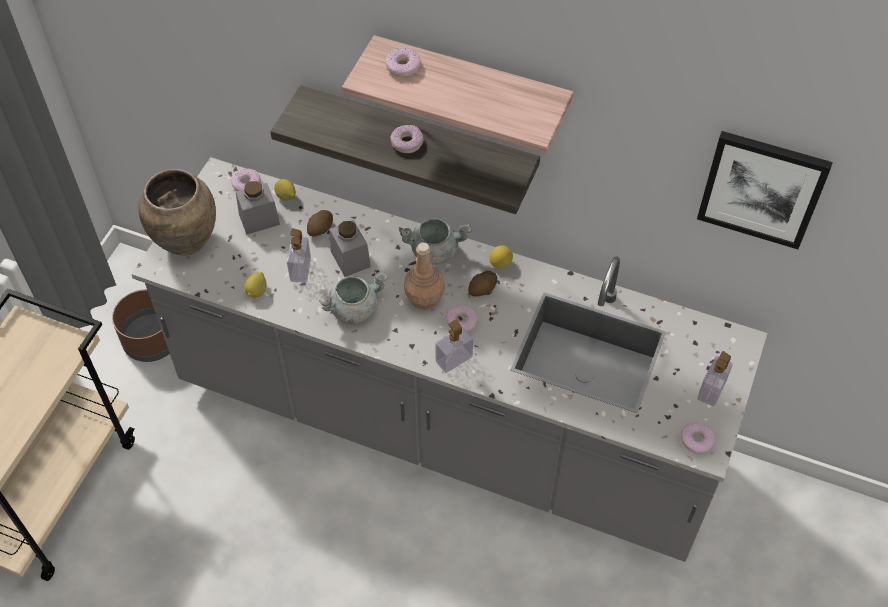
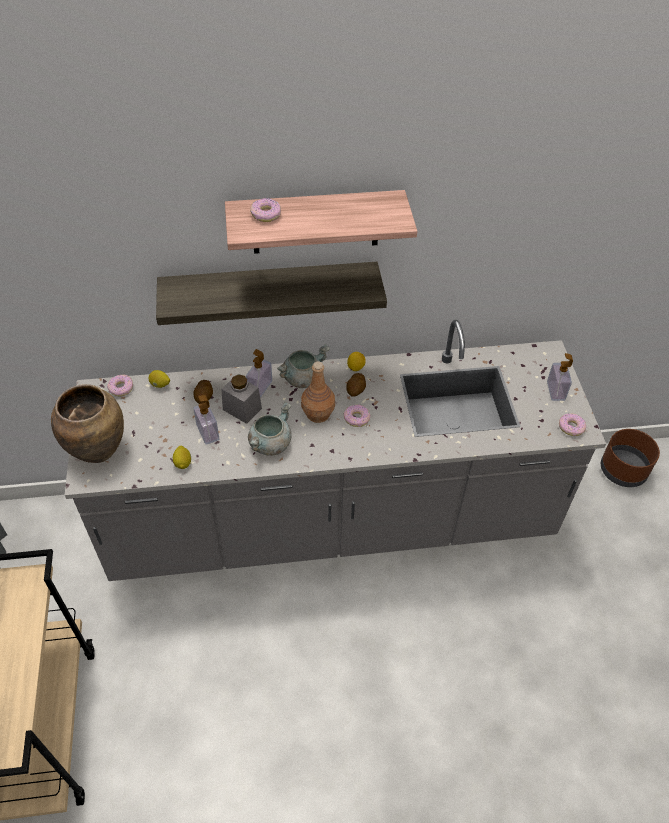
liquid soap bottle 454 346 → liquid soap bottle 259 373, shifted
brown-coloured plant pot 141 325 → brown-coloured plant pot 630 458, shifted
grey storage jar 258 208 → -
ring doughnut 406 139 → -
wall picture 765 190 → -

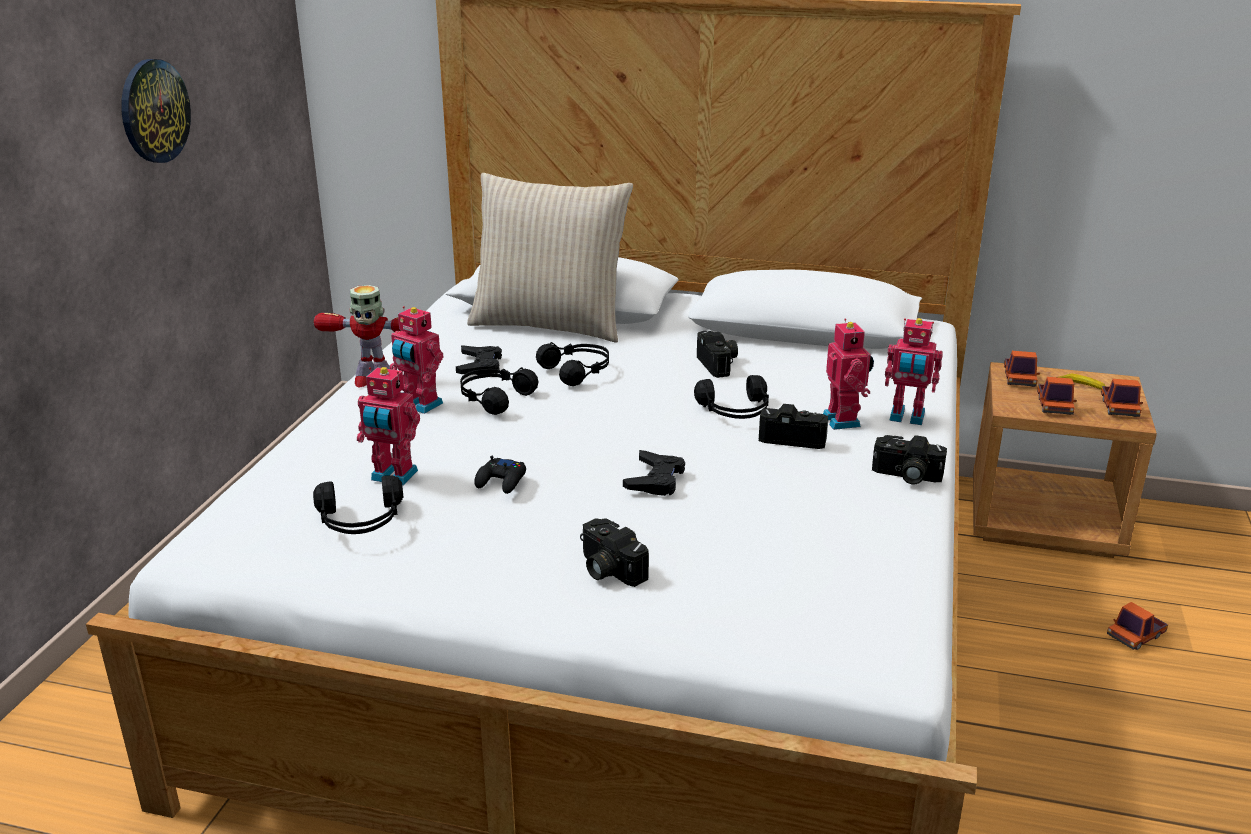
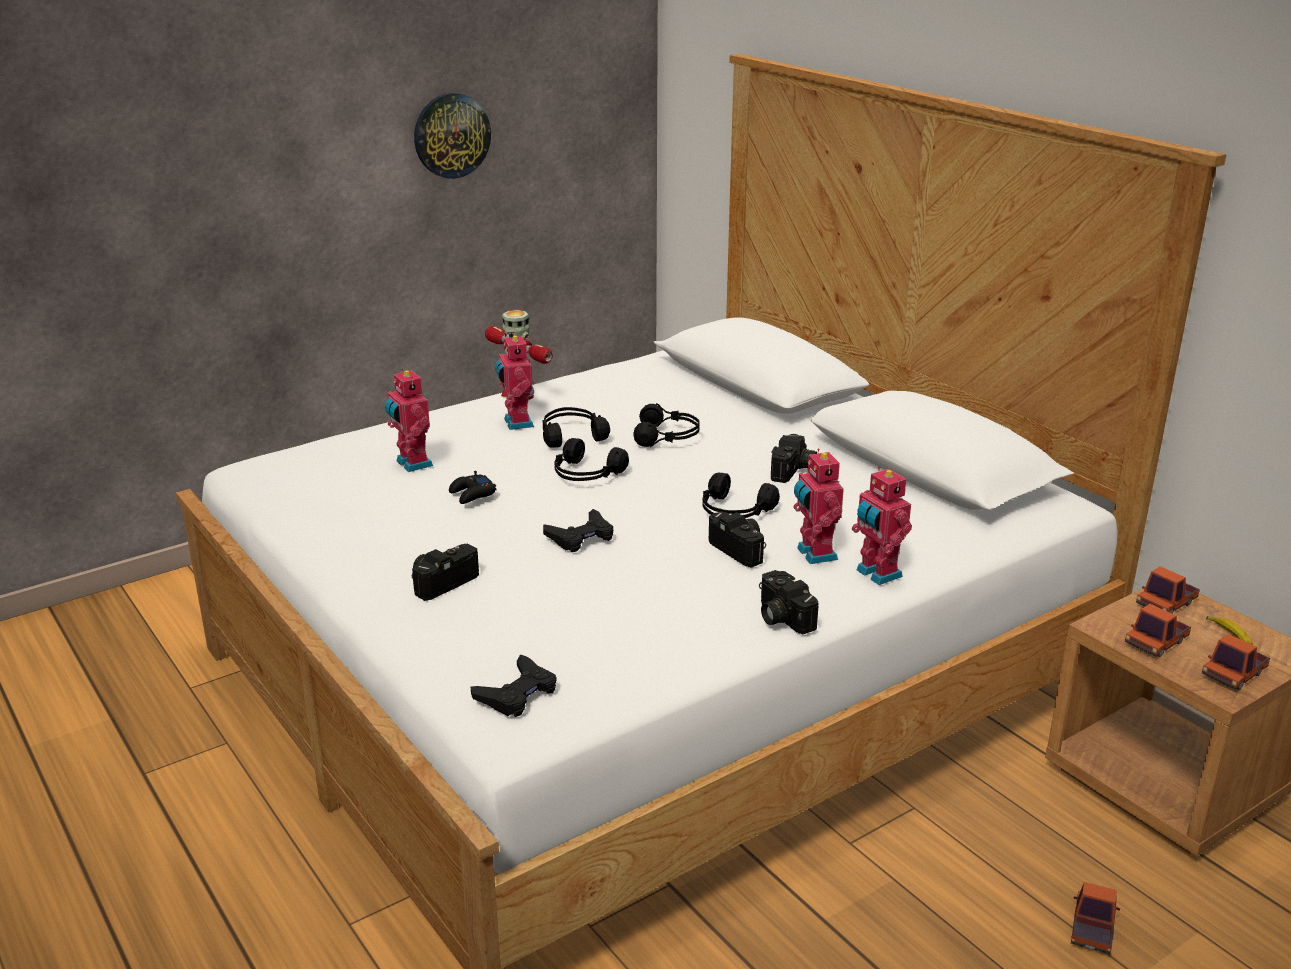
photo camera 614 552 → photo camera 445 572, 45 degrees clockwise
blackish game controller 479 360 → blackish game controller 513 685, shifted
blackish pair of headphones 358 504 → blackish pair of headphones 591 459, shifted
toy robot 848 374 → toy robot 819 506, 135 degrees clockwise
toy lorry 1137 626 → toy lorry 1095 918, 105 degrees clockwise
sand-coloured throw pillow 550 257 → -

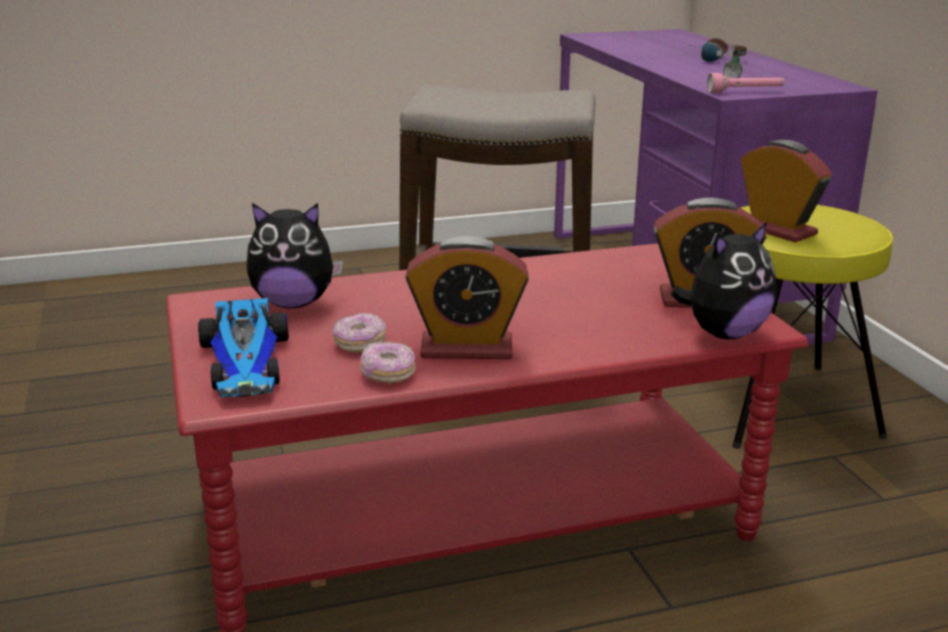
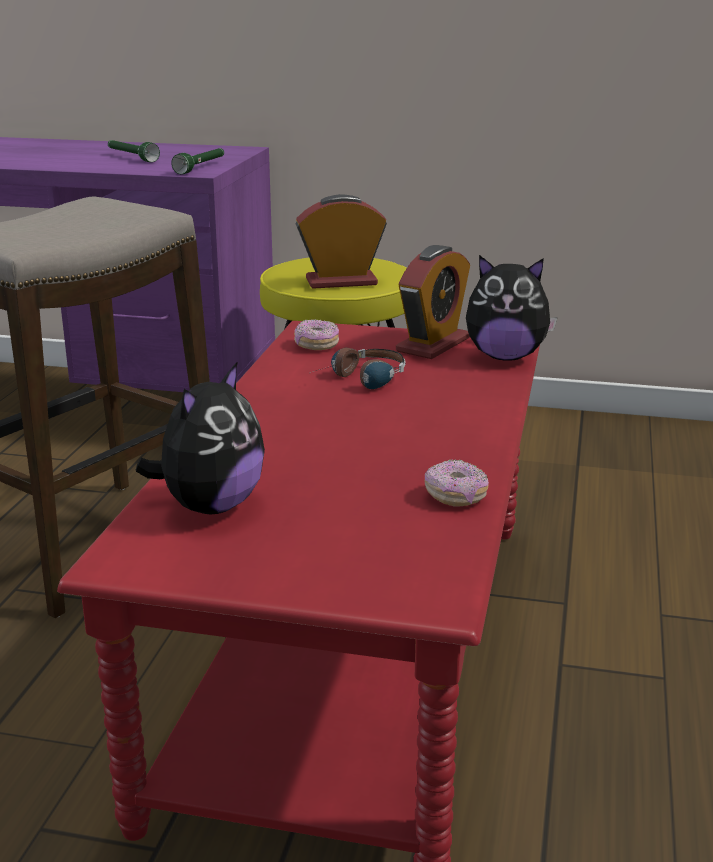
pink-coloured flashlight 746 82 → greenish flashlight 197 161
ring doughnut 359 333 → ring doughnut 316 334, shifted
pair of headphones 715 50 → pair of headphones 358 368, shifted
cuddly toy 723 280 → cuddly toy 511 308, 105 degrees clockwise
miniature car 243 347 → -
alarm clock 467 297 → -

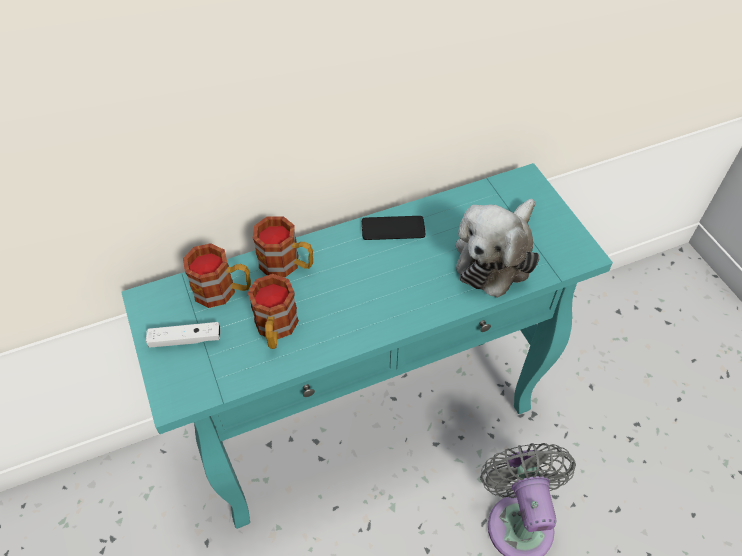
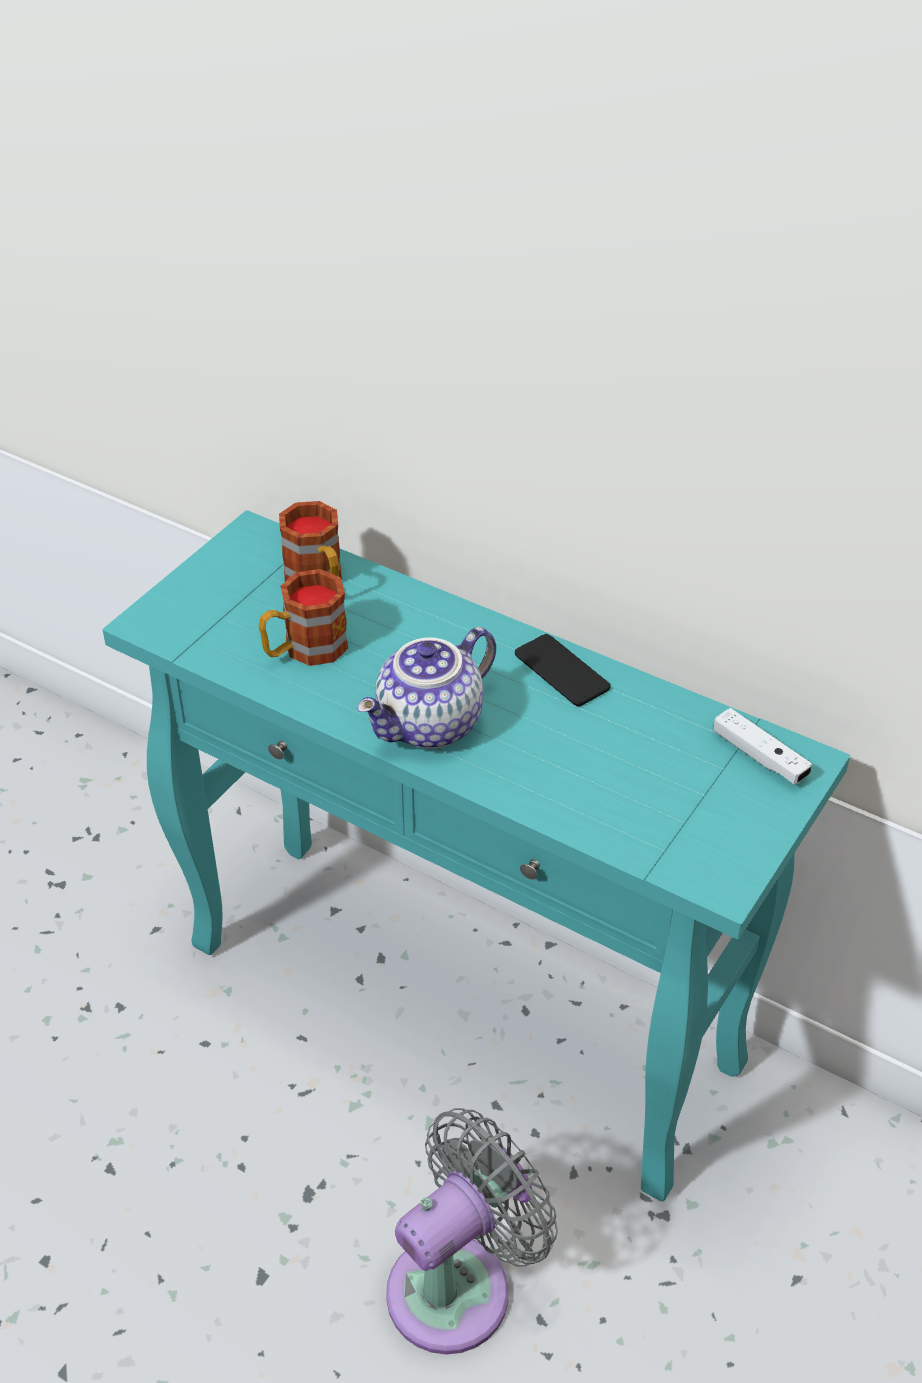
- → teapot 426 688
white-coloured game controller 183 335 → white-coloured game controller 762 746, shifted
coffee mug 283 246 → -
cuddly toy 497 248 → -

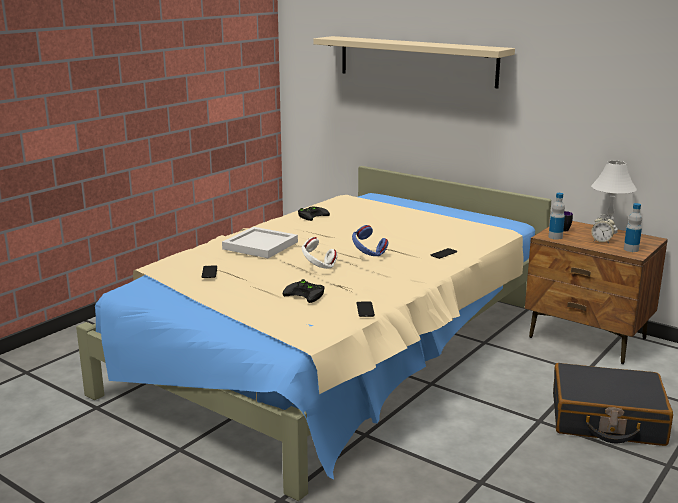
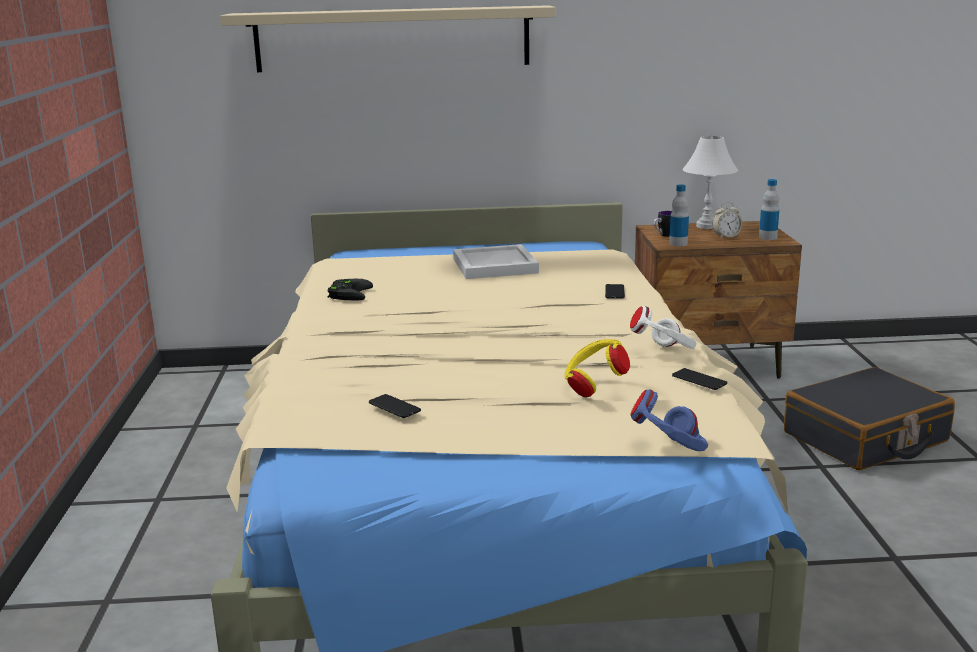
white-coloured carrying tray 260 242 → white-coloured carrying tray 496 261, shifted
blackish game controller 304 291 → yellowish pair of headphones 597 368
white-coloured pair of headphones 320 253 → white-coloured pair of headphones 663 327, shifted
blue pair of headphones 370 240 → blue pair of headphones 669 420, shifted

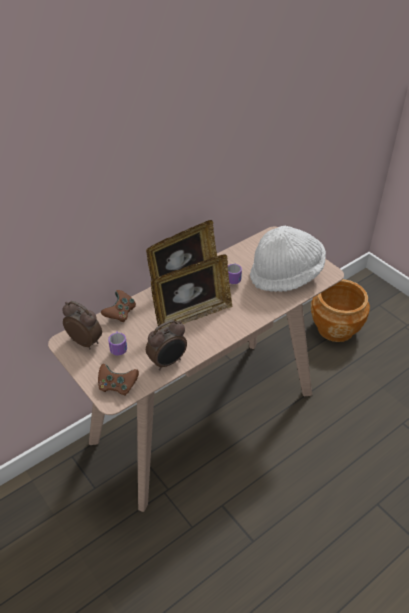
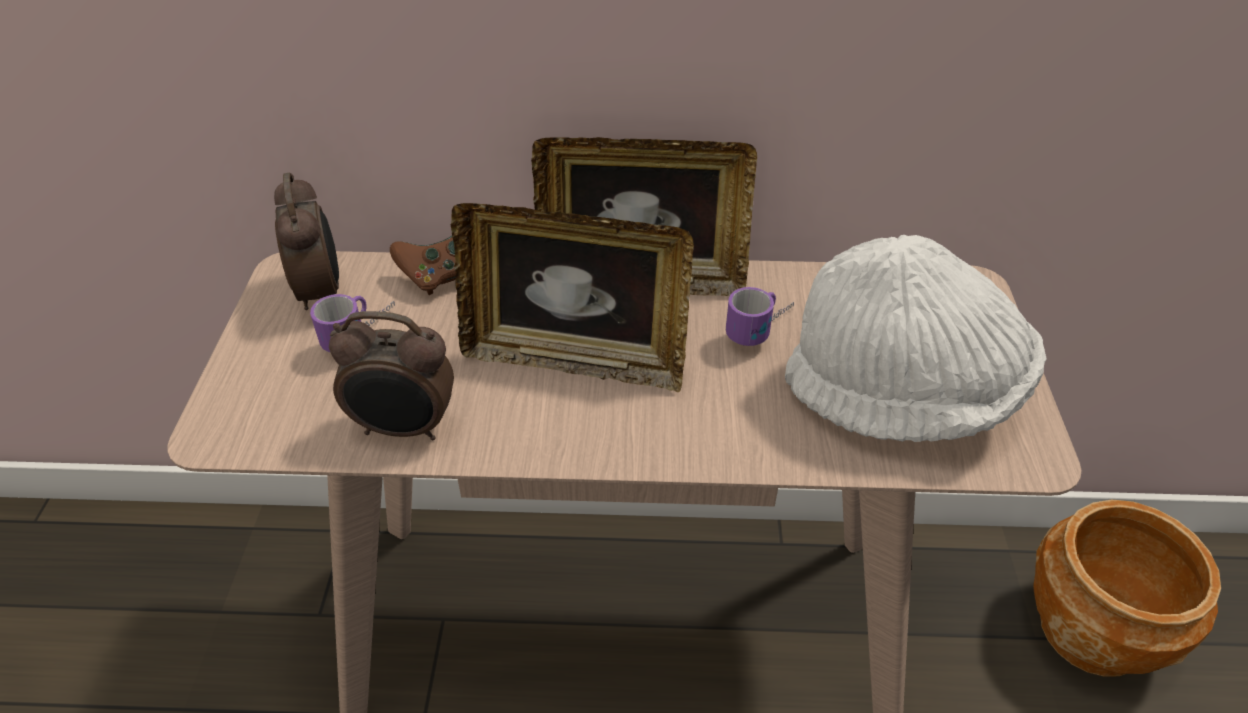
brown-coloured game controller 118 380 → -

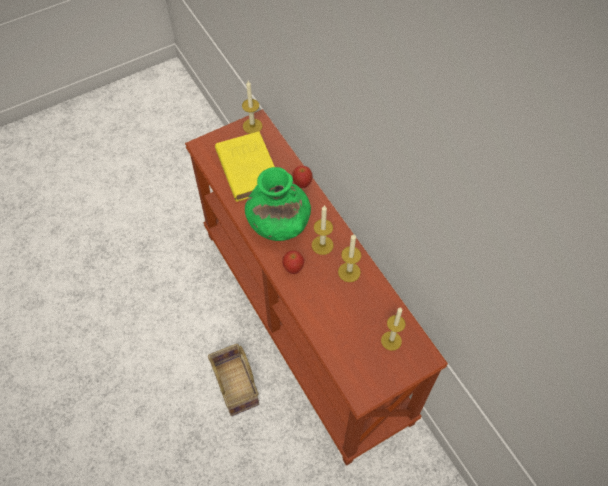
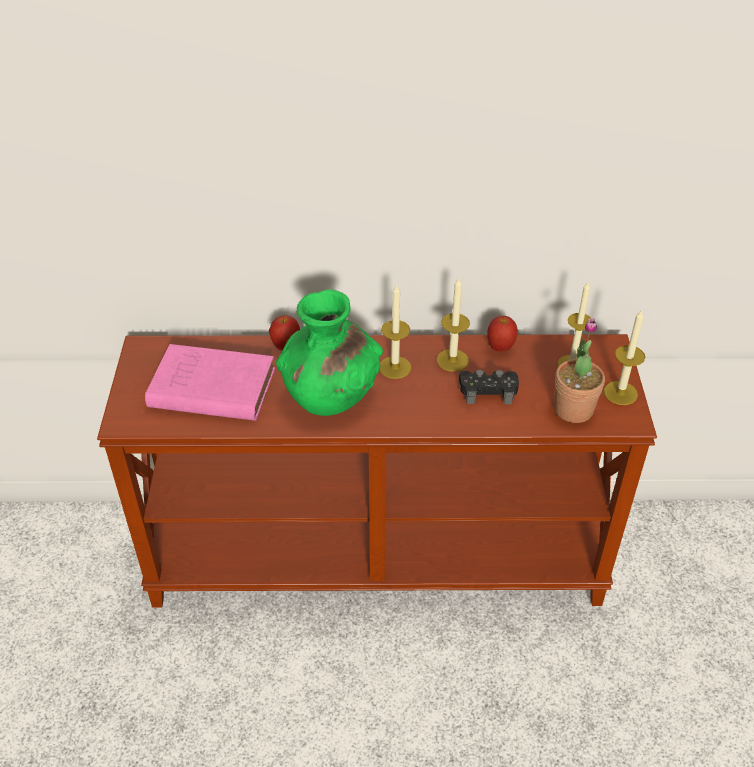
yellowish volume 245 166 → pink-coloured volume 210 382
- → blackish game controller 489 386
apple 293 262 → apple 502 334, shifted
- → potted plant 579 370
candle 252 107 → candle 624 357, shifted
storage basket 233 380 → -

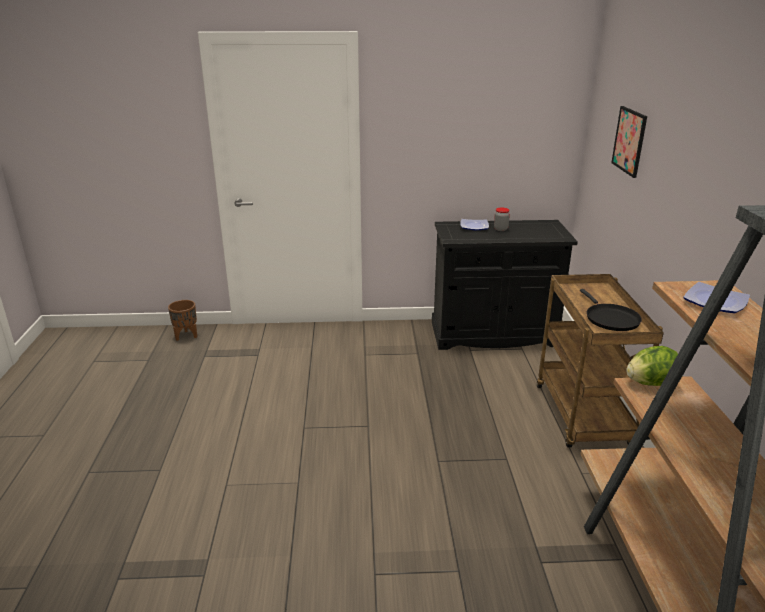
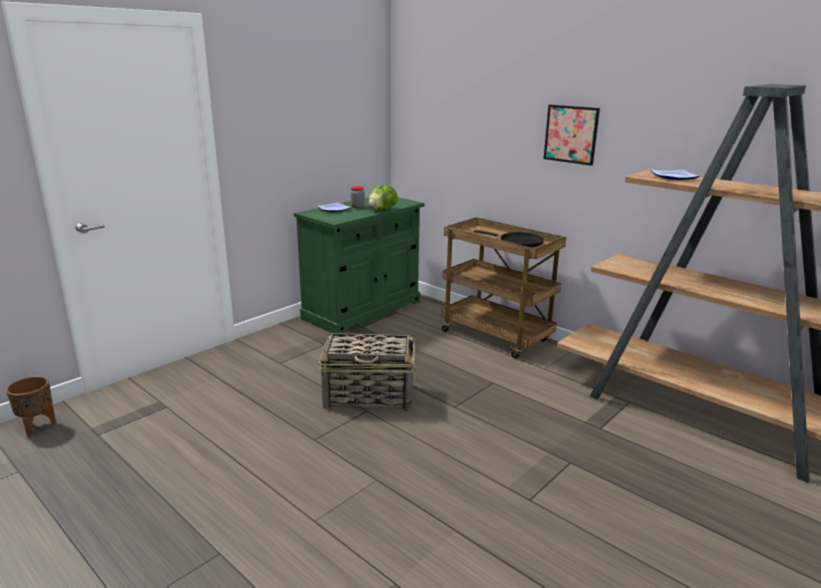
blackish cupboard 505 285 → greenish cupboard 359 265
- → storage basket 367 372
head of lettuce 652 366 → head of lettuce 383 197, shifted
wall picture 629 142 → wall picture 572 135, shifted

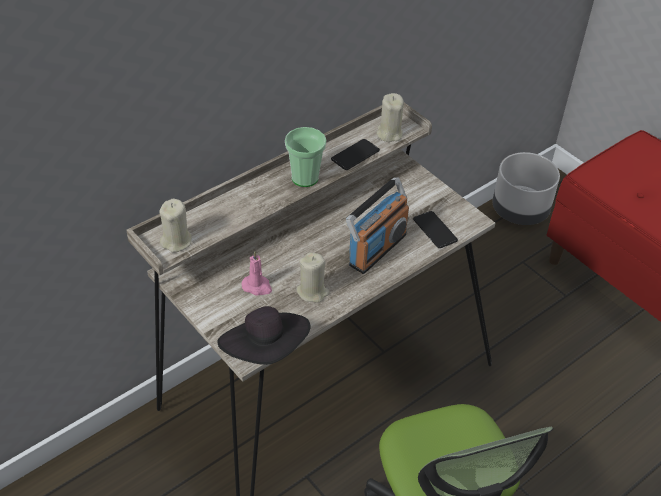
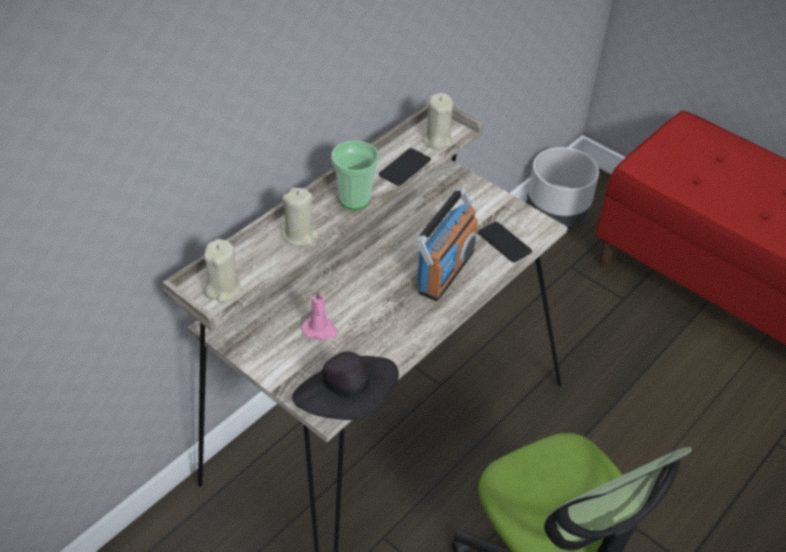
sand-coloured candle 312 277 → sand-coloured candle 300 217, shifted

